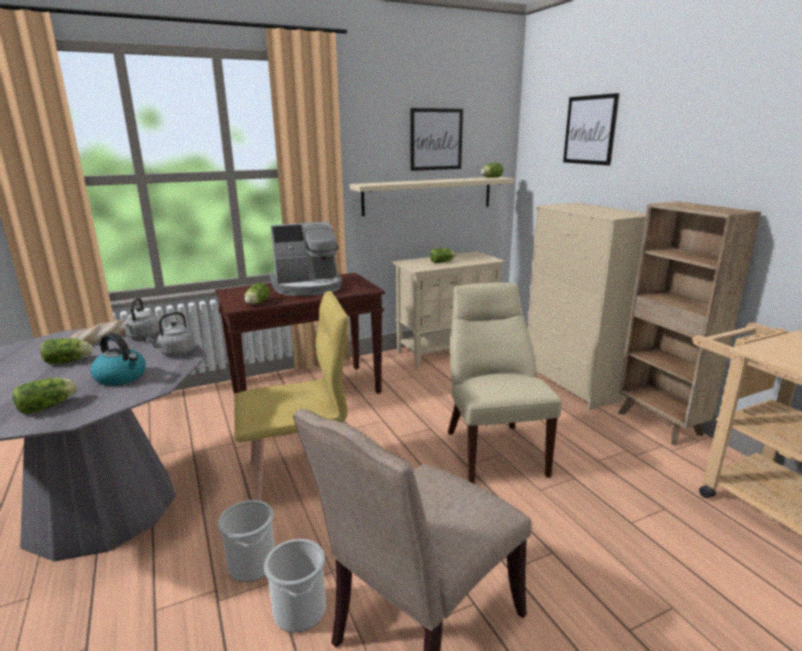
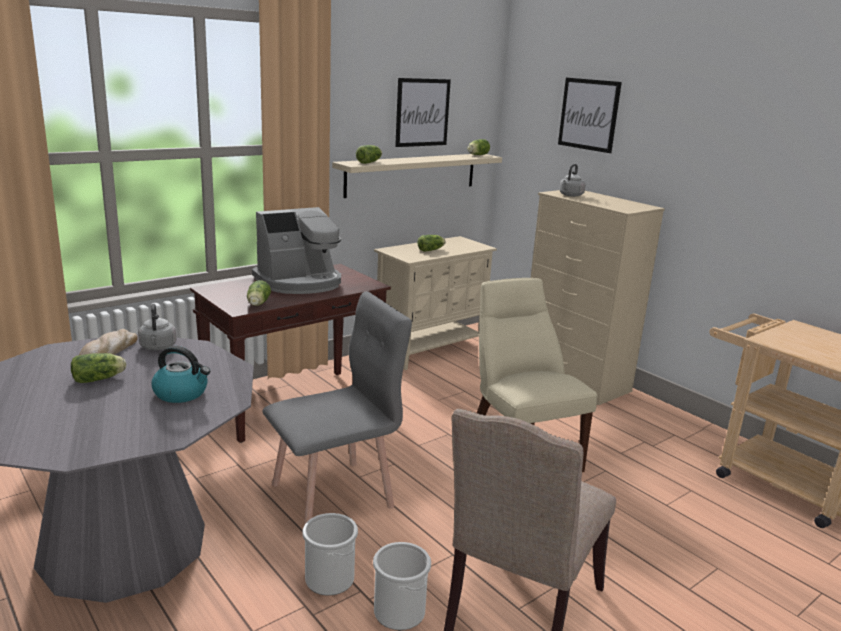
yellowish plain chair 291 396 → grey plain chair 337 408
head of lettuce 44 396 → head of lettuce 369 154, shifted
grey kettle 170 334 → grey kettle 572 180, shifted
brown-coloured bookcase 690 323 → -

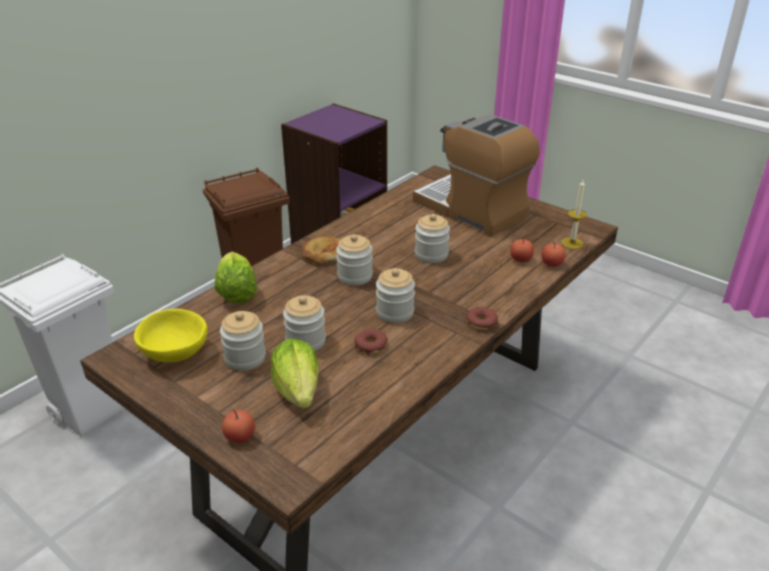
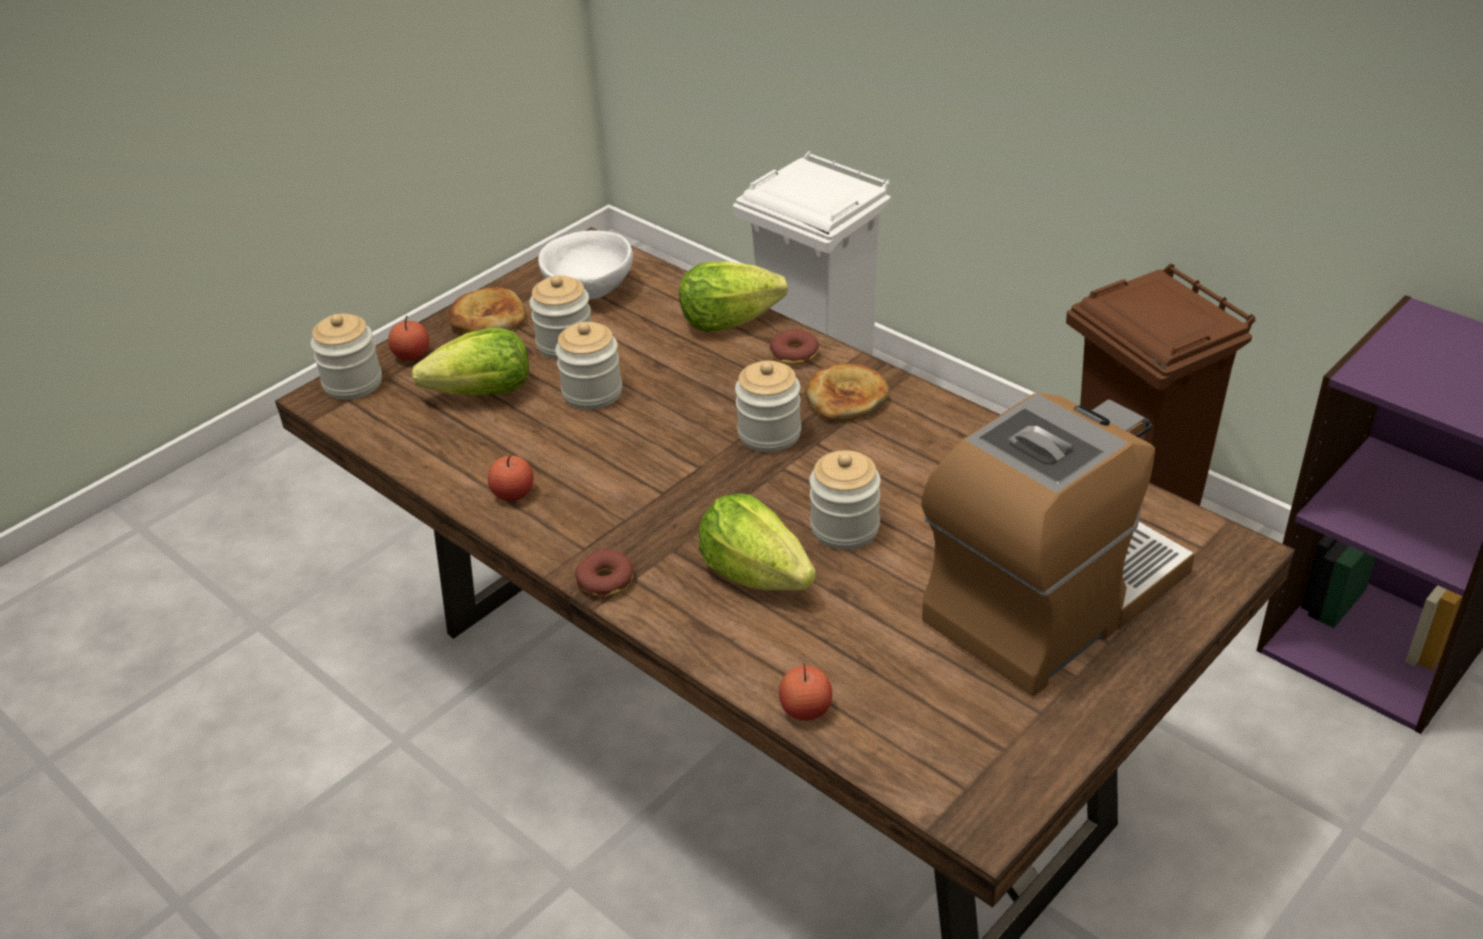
storage jar 395 295 → storage jar 346 357, shifted
- → bakery bread 487 310
apple 522 250 → apple 511 478, shifted
yellowish deep dish 171 335 → white-coloured deep dish 585 264
- → head of lettuce 757 542
ring doughnut 371 341 → ring doughnut 794 347, shifted
candle 574 214 → -

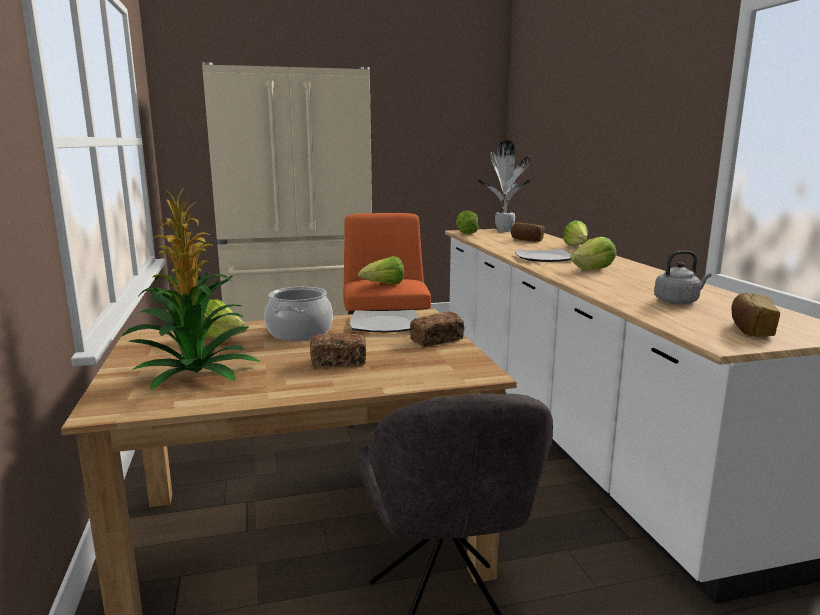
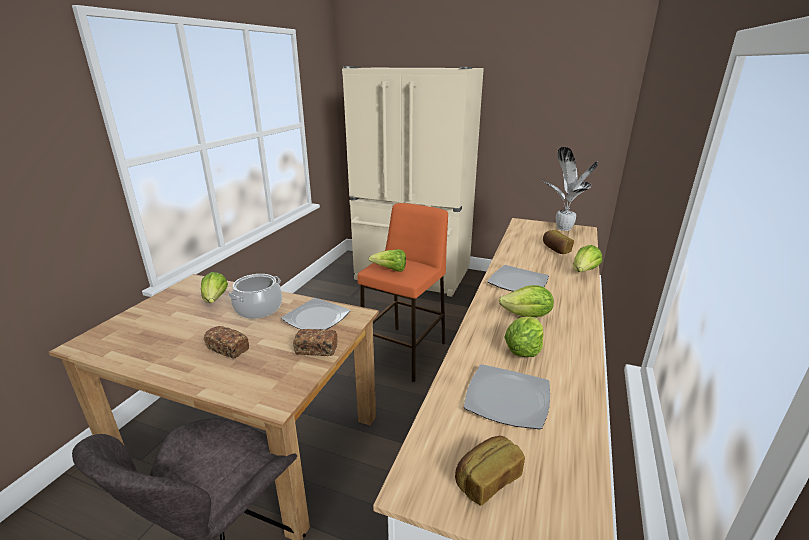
grey kettle 683 278 → dinner plate 507 396
head of lettuce 467 222 → head of lettuce 524 337, shifted
potted plant 191 288 → -

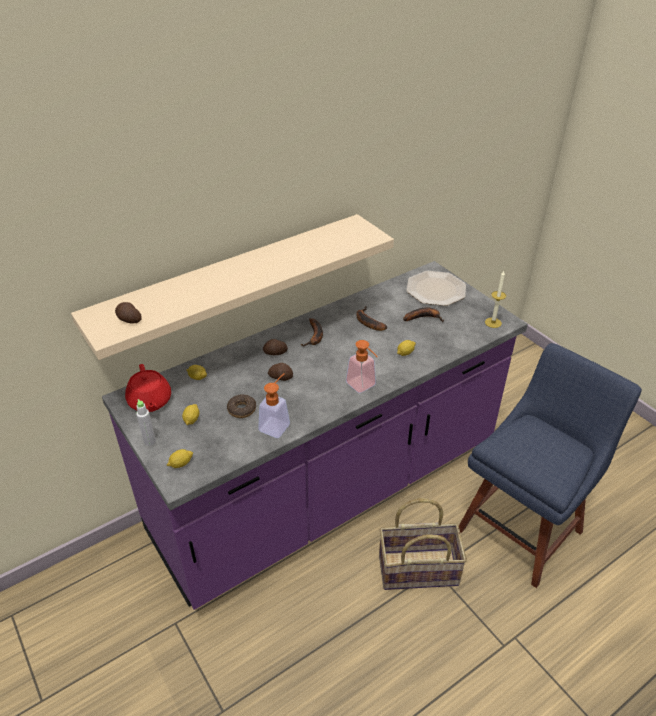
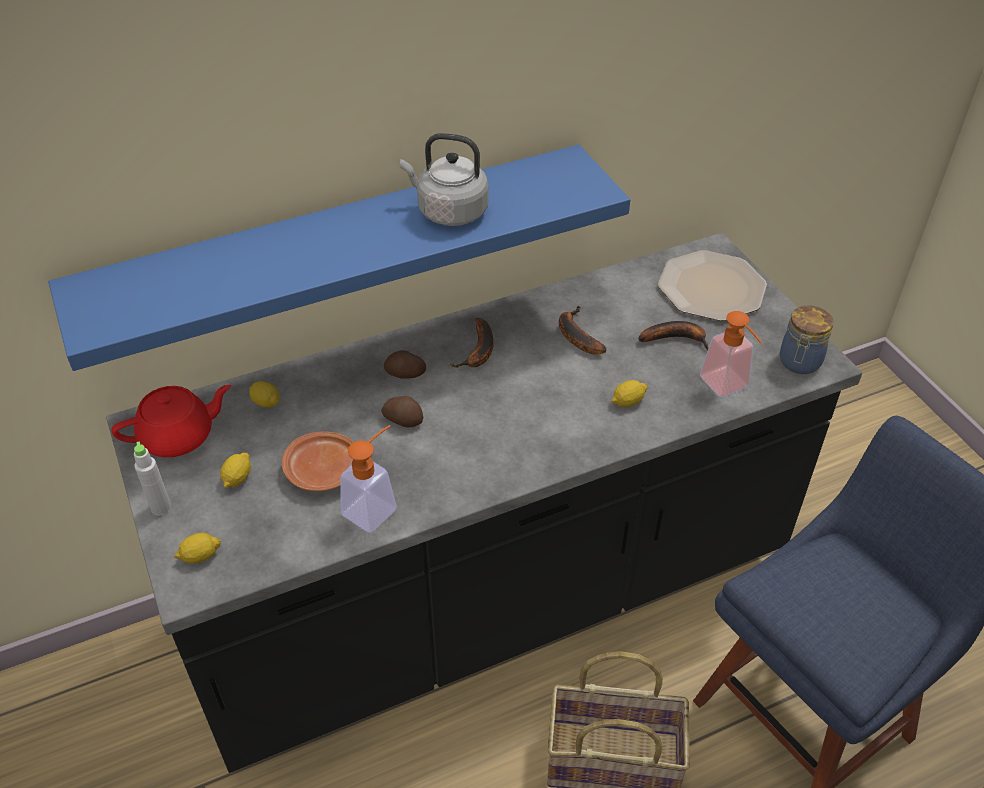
sand-coloured shelf 232 287 → blue shelf 339 257
purple kitchen counter 315 435 → blackish kitchen counter 484 503
red teapot 148 388 → red teapot 171 421, 105 degrees counterclockwise
ring doughnut 241 406 → brown-coloured dinner plate 318 461
- → grey kettle 444 179
liquid soap bottle 362 366 → liquid soap bottle 731 354, shifted
candle 495 299 → storage jar 807 340
spud 128 312 → -

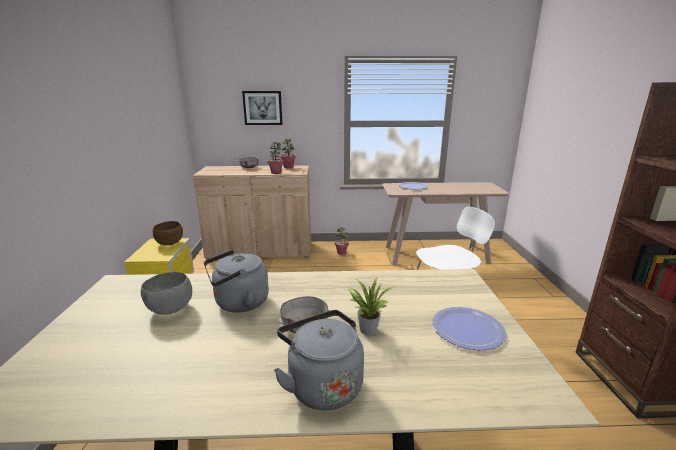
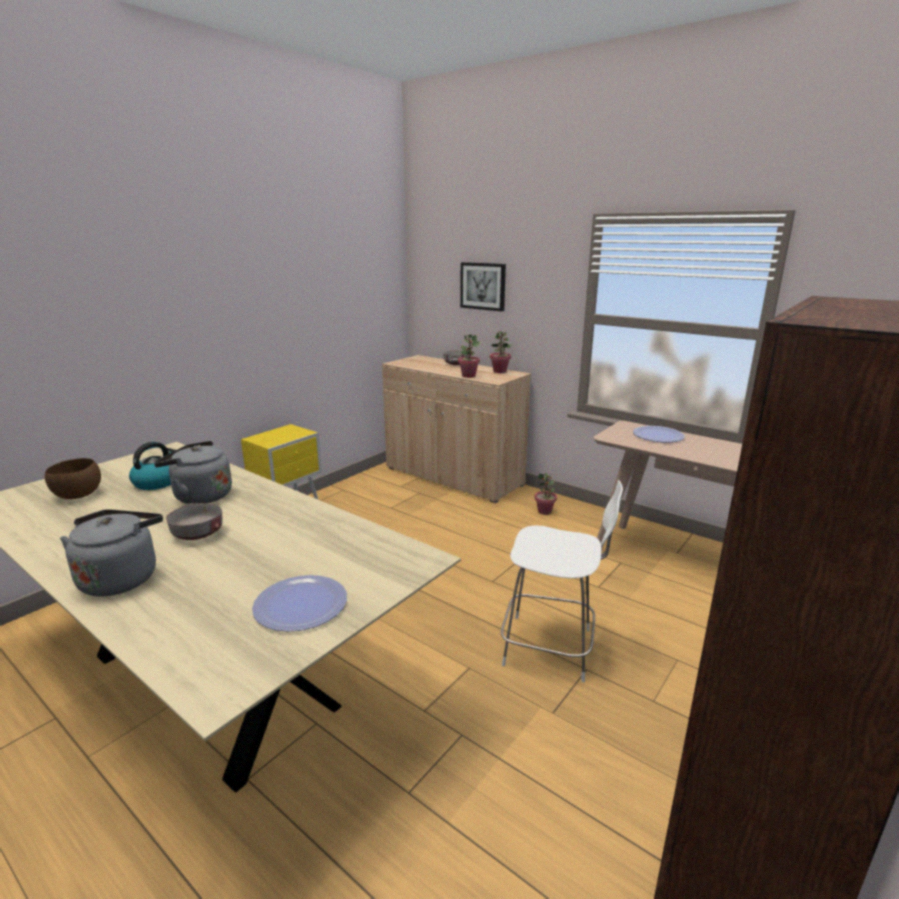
brown-coloured deep dish 168 233 → brown-coloured deep dish 73 478, shifted
grey deep dish 166 293 → kettle 152 466
potted plant 371 306 → -

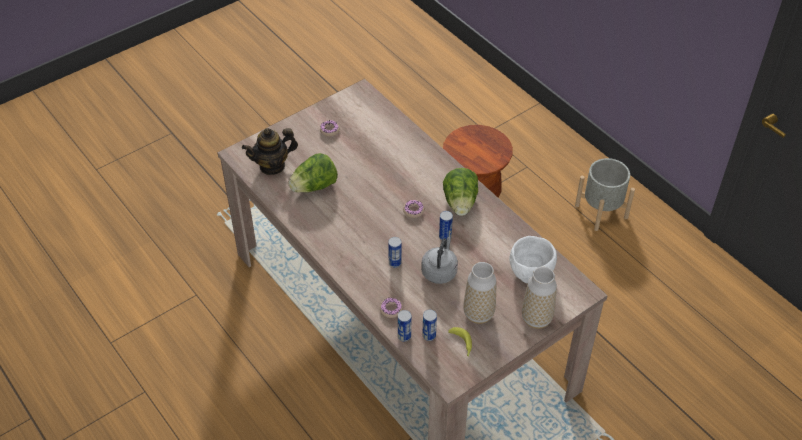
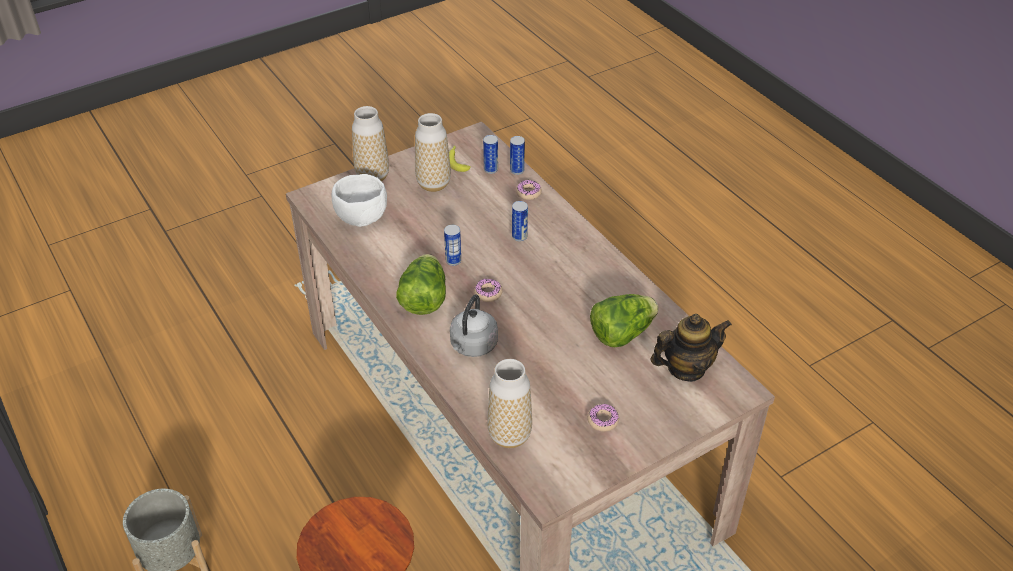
grey kettle 439 260 → grey kettle 474 325, shifted
- → vase 509 403

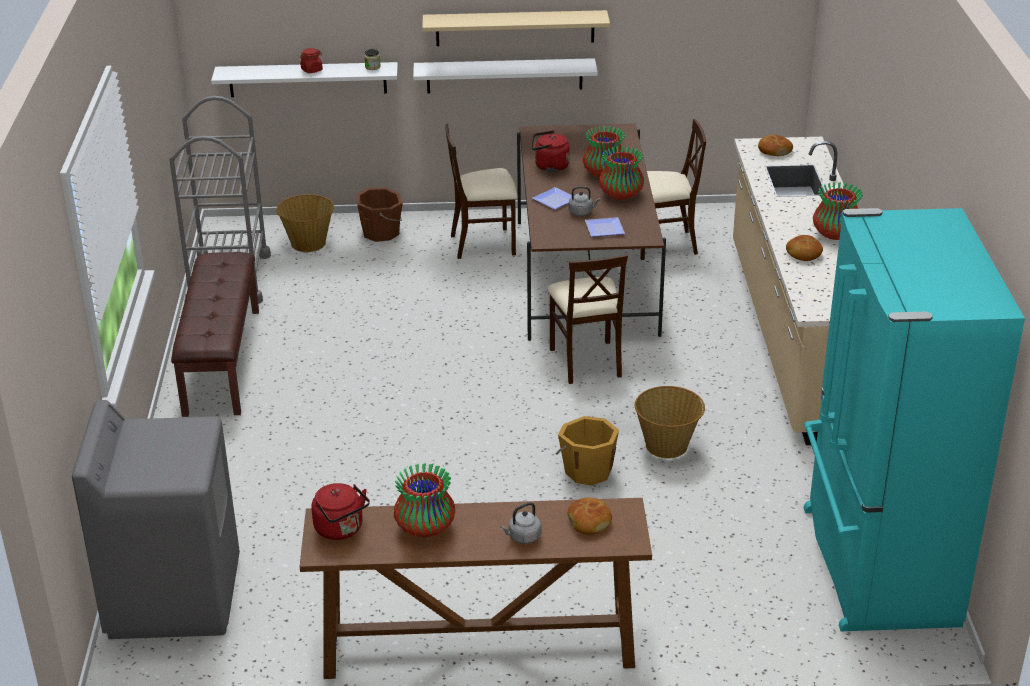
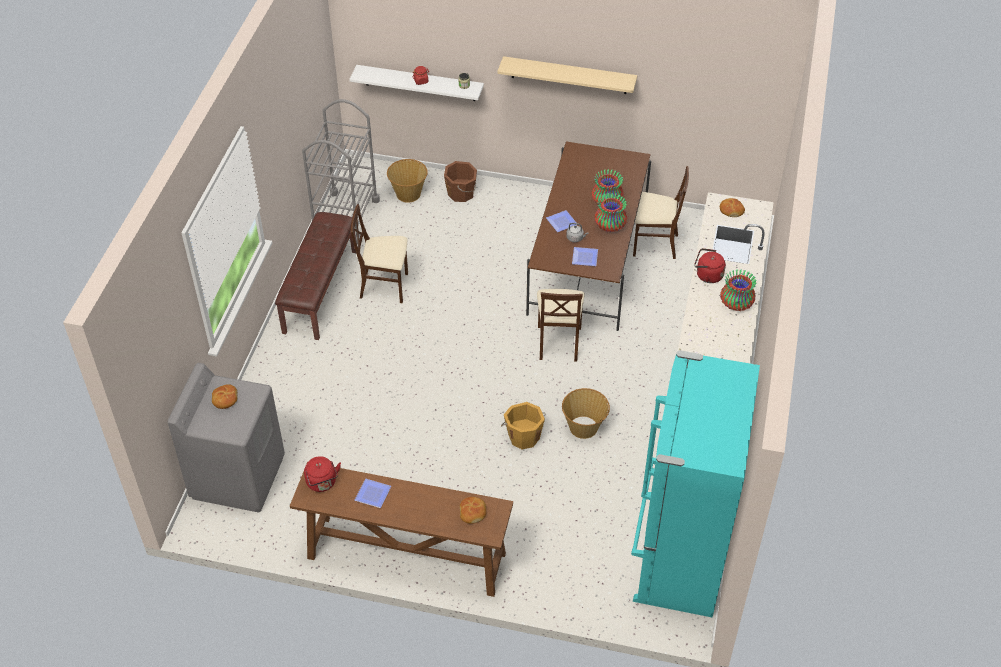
bakery bread 804 248 → bakery bread 225 396, shifted
sand-coloured plain chair 481 191 → sand-coloured plain chair 379 253, shifted
vase 424 500 → dinner plate 373 493
red kettle 551 151 → red kettle 710 265, shifted
white-coloured shelf 505 75 → -
grey kettle 520 523 → -

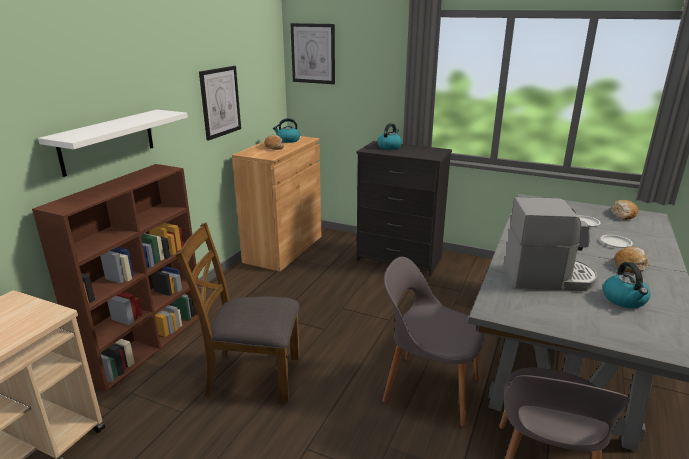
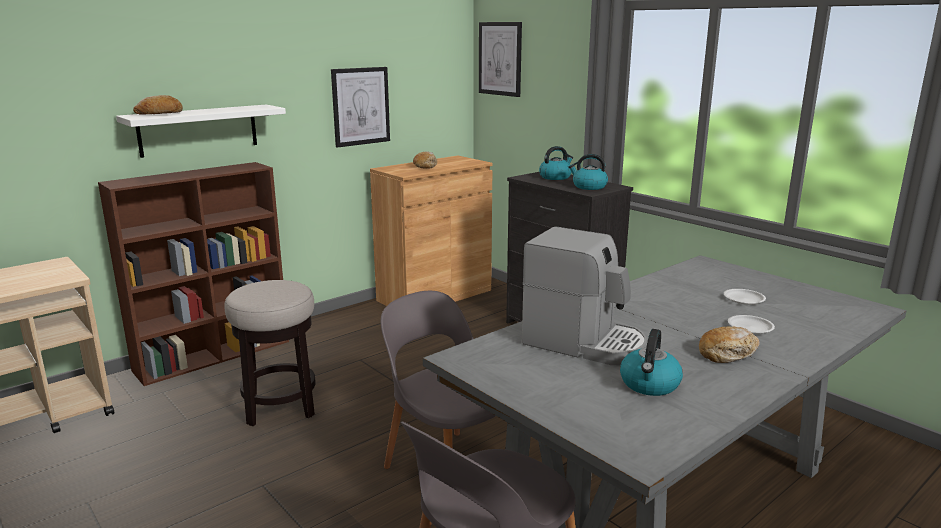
bakery bread 624 210 → bakery bread 158 104, shifted
brown-coloured plain chair 238 312 → stool 269 353
kettle 286 130 → kettle 588 172, shifted

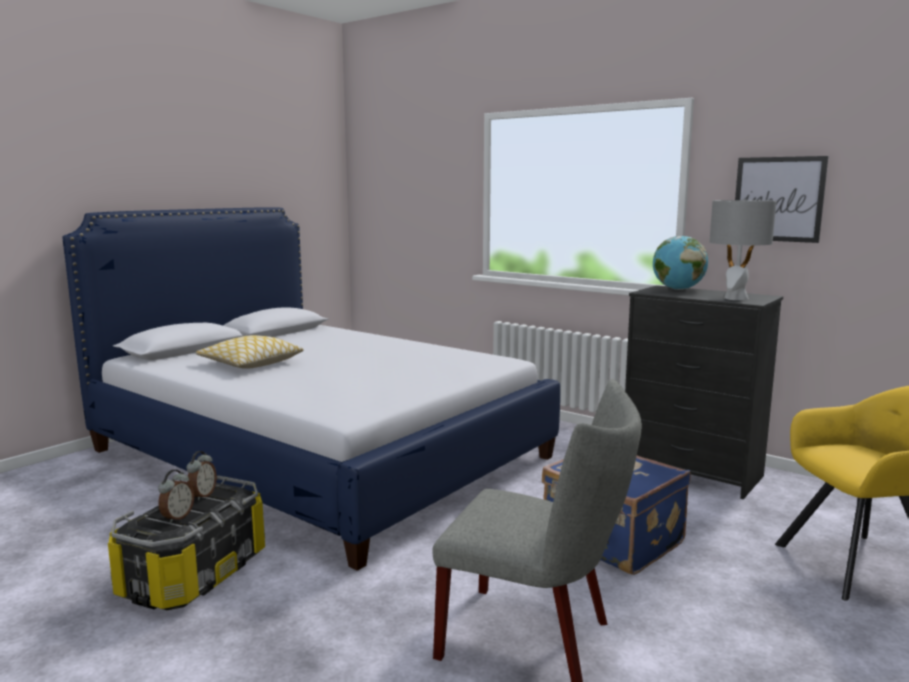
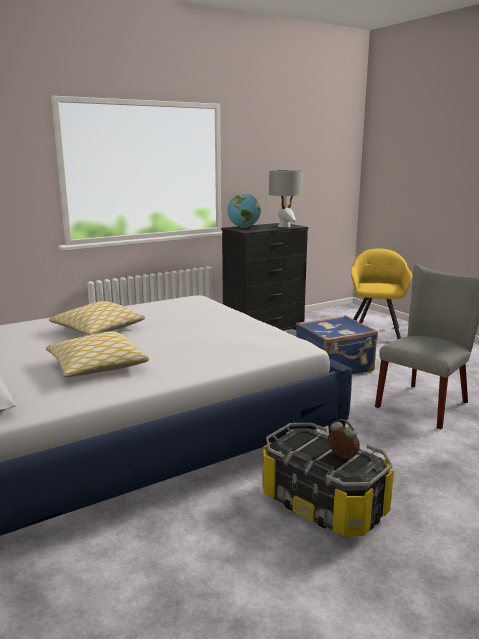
- → throw pillow 97 318
alarm clock 202 476 → -
wall picture 781 199 → -

